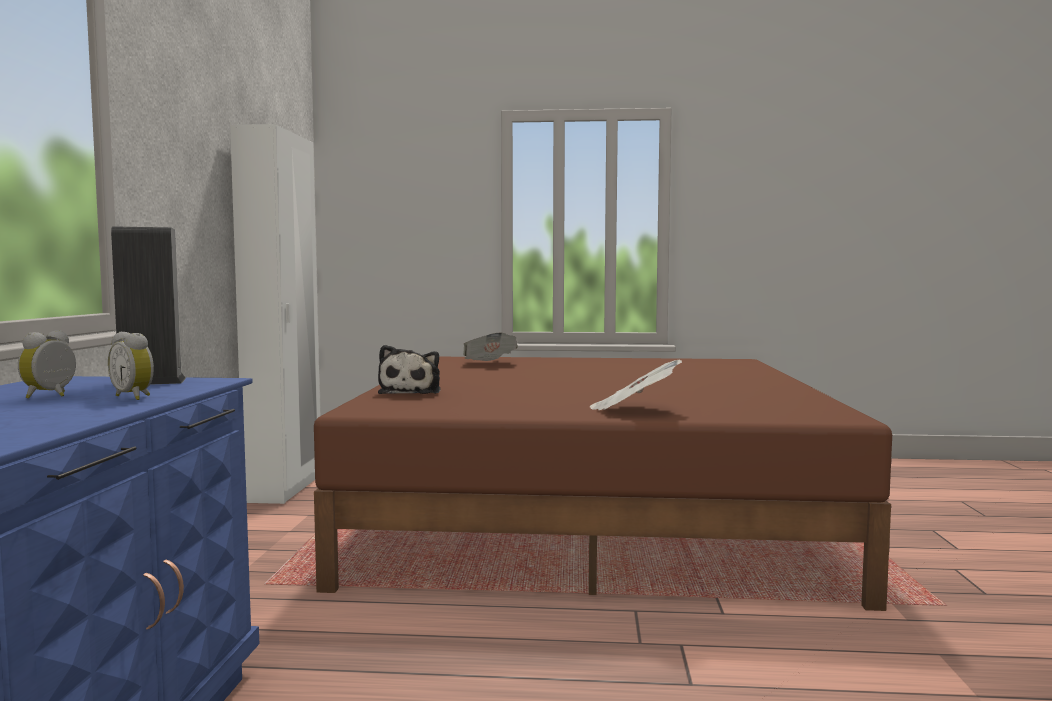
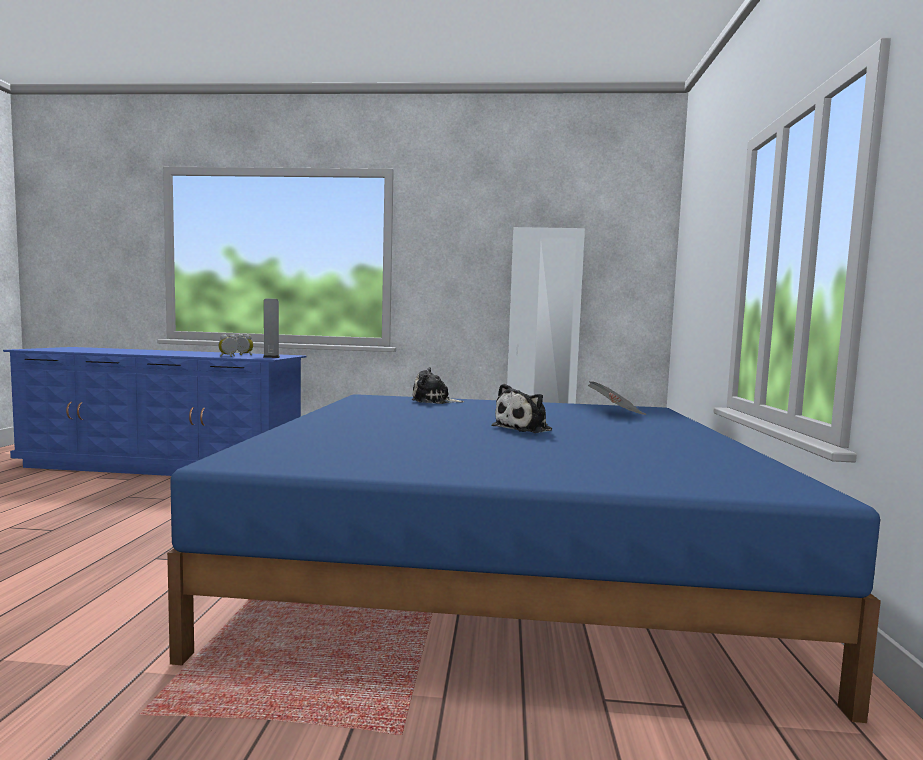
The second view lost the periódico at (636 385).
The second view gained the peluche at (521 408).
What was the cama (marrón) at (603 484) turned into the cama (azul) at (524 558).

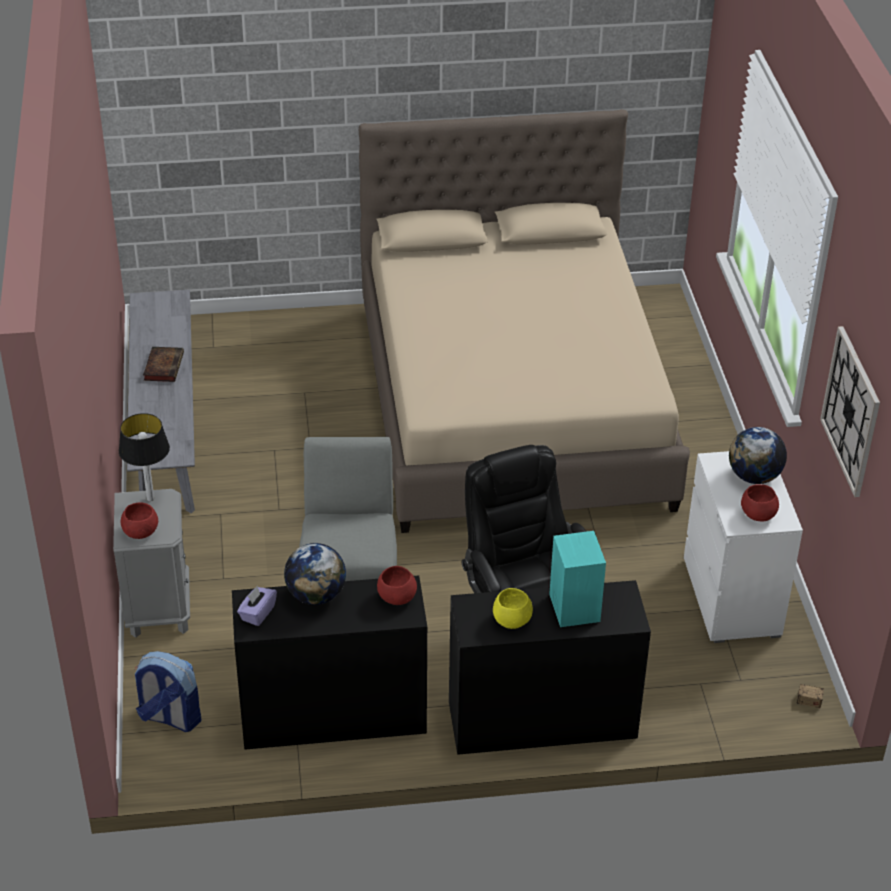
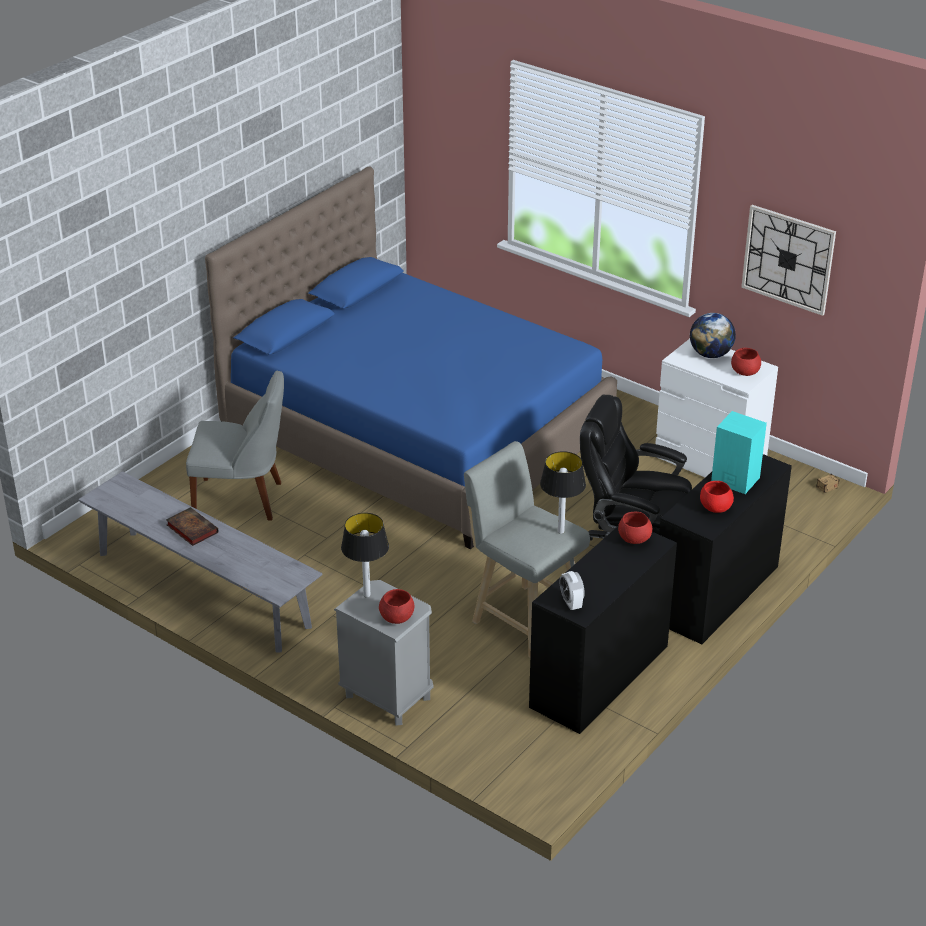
The second view lost the mochila at (168 691).
The second view lost the globo terráqueo at (315 574).
The second view gained the silla (gris) at (235 445).
The second view gained the lámpara de mesa at (563 492).
Where the caja de pañuelos (morado) stood at (257 605), the despertador came to stand at (572 590).
What was the cama (beis) at (524 321) turned into the cama (azul) at (411 358).
What was the cuenco (amarillo) at (513 608) turned into the cuenco (rojo) at (717 497).

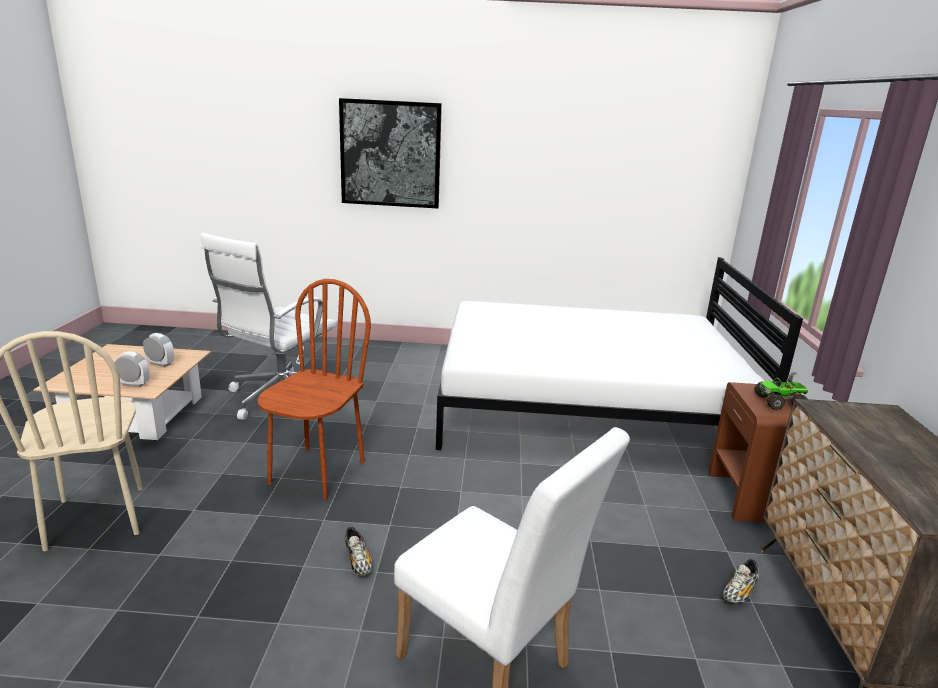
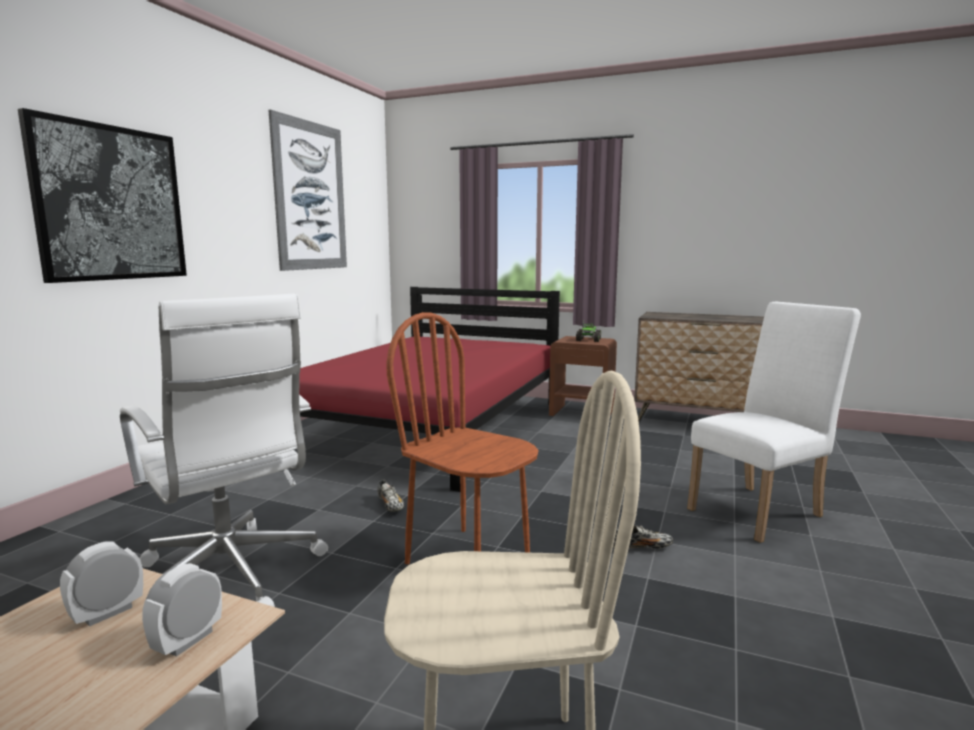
The second view gained the cuadro at (308 190).
The zapato ended up elsewhere, having gone from (741 581) to (391 495).
What was the cama (blanco) at (619 353) turned into the cama (rojo) at (429 389).

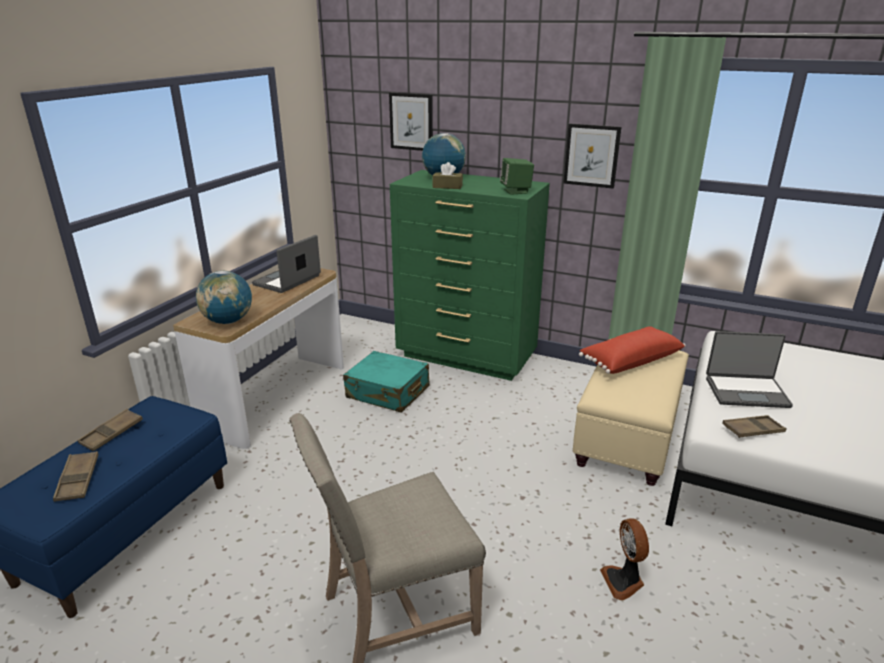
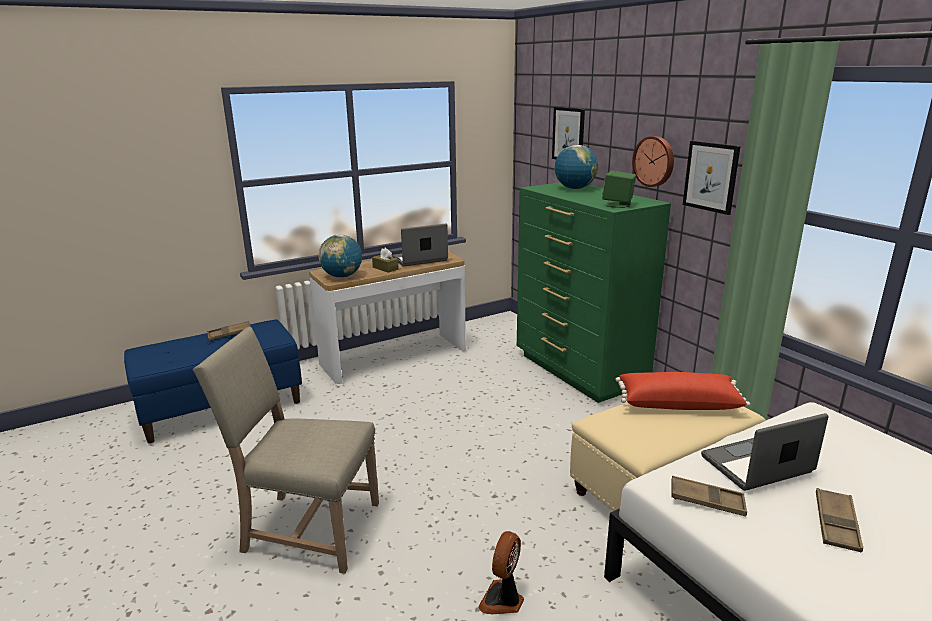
The second view lost the maleta (turquesa) at (386 382).
The second view gained the reloj de pared at (653 161).
The bandeja (marrón) ended up elsewhere, having gone from (76 476) to (839 520).
The caja de pañuelos (marrón) ended up elsewhere, having gone from (447 175) to (385 260).
The portátil at (749 369) ended up facing another way, 120 degrees clockwise from before.

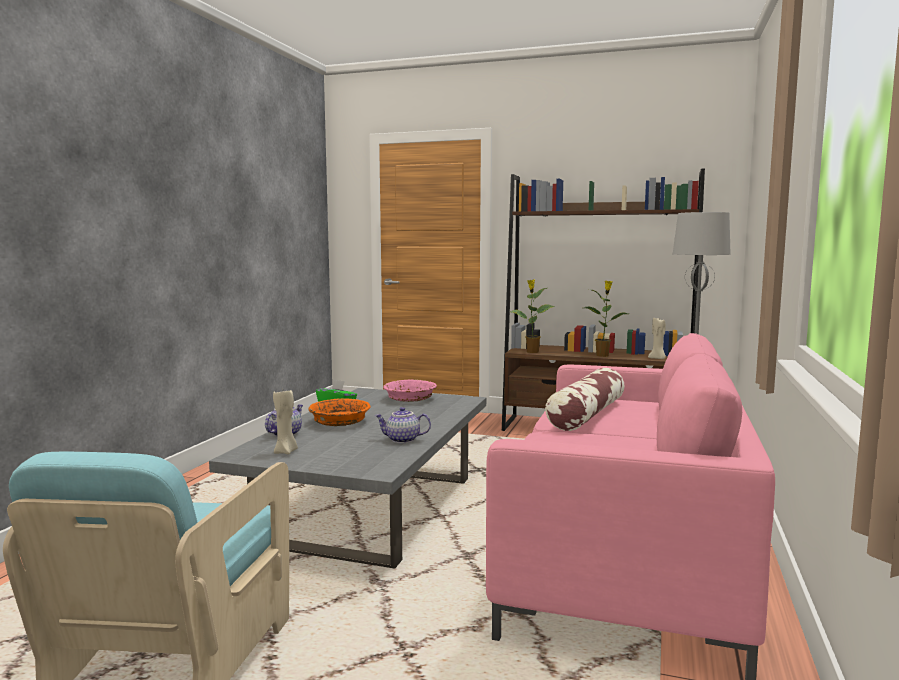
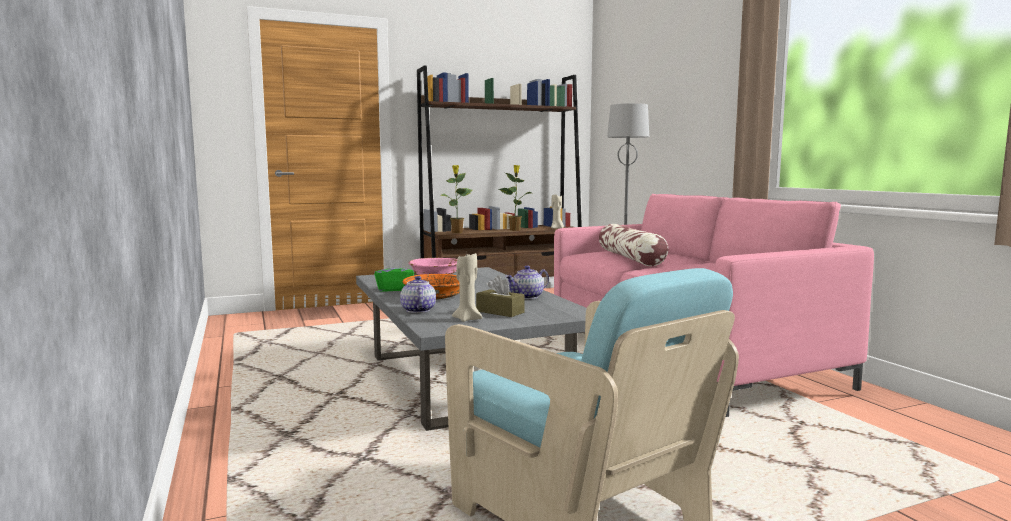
The second view gained the caja de pañuelos (marrón) at (500 296).

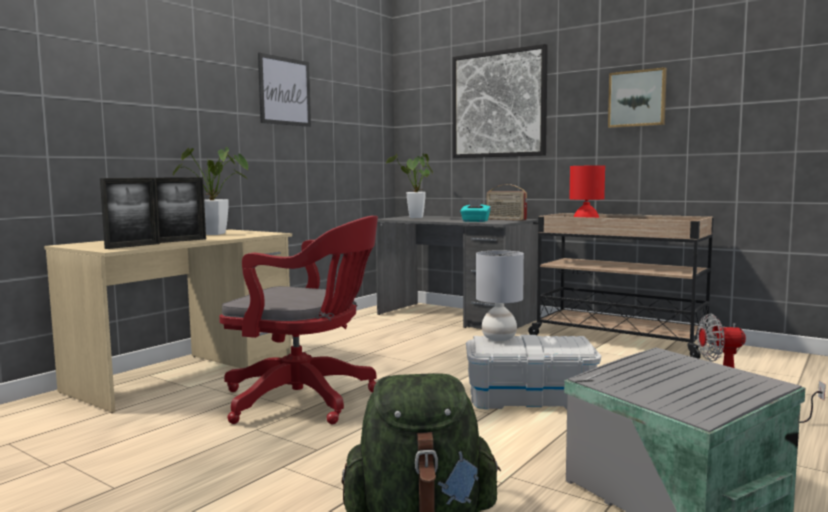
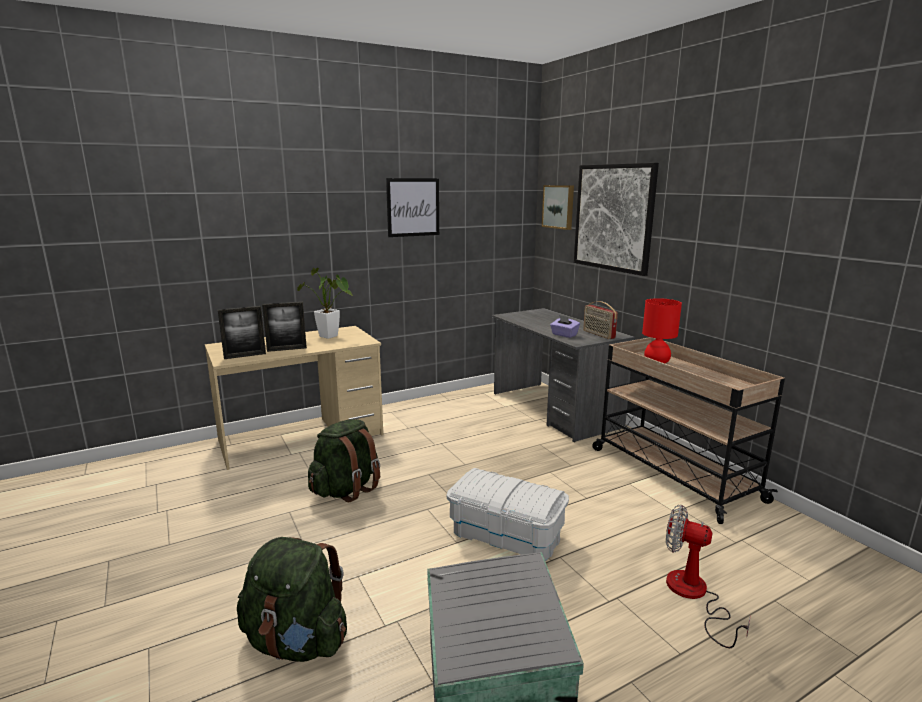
The second view lost the planta en maceta at (409 186).
The second view lost the lámpara de mesa (gris) at (500 295).
The cuadro ended up elsewhere, having gone from (637 97) to (558 207).
Where the silla de oficina (rojo) stood at (298 320), the mochila (verde) came to stand at (344 460).
What was the caja de pañuelos (turquesa) at (475 211) turned into the caja de pañuelos (morado) at (565 326).

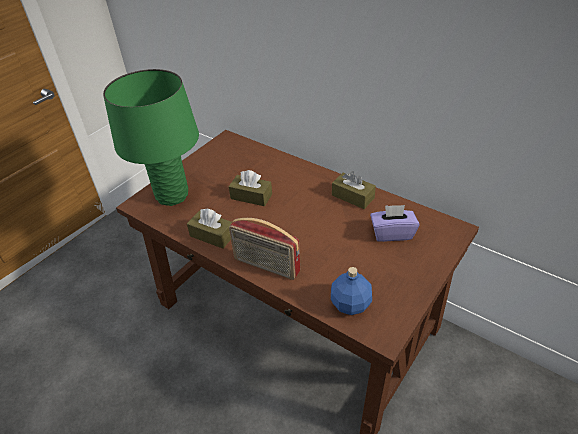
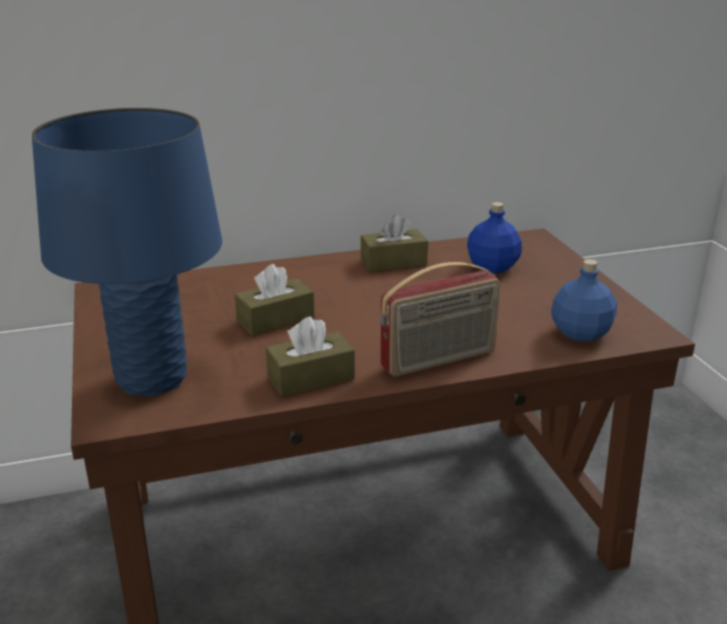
Where the caja de pañuelos (morado) stood at (394 223), the botella (azul) came to stand at (494 237).
What was the lámpara de mesa (verde) at (151 137) turned into the lámpara de mesa (azul) at (127 252).

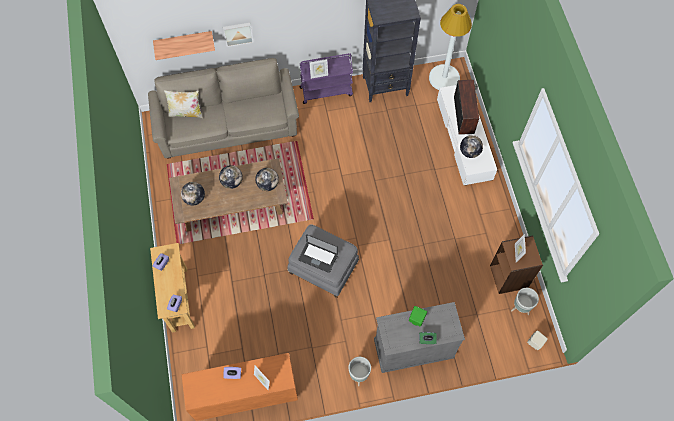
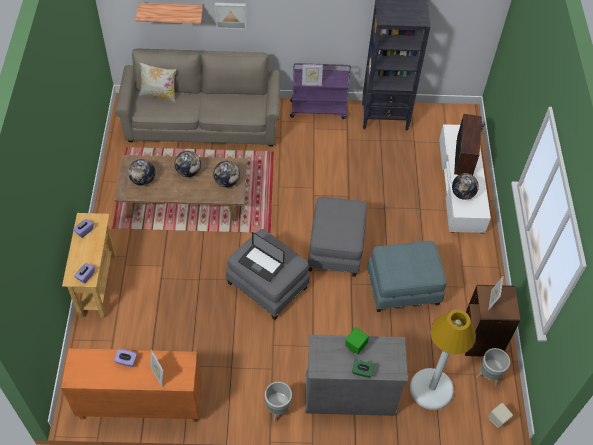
The second view gained the puf (gris) at (337 237).
The second view gained the puf (azul) at (406 276).
The lámpara de pie (blanco) ended up elsewhere, having gone from (450 47) to (443 359).

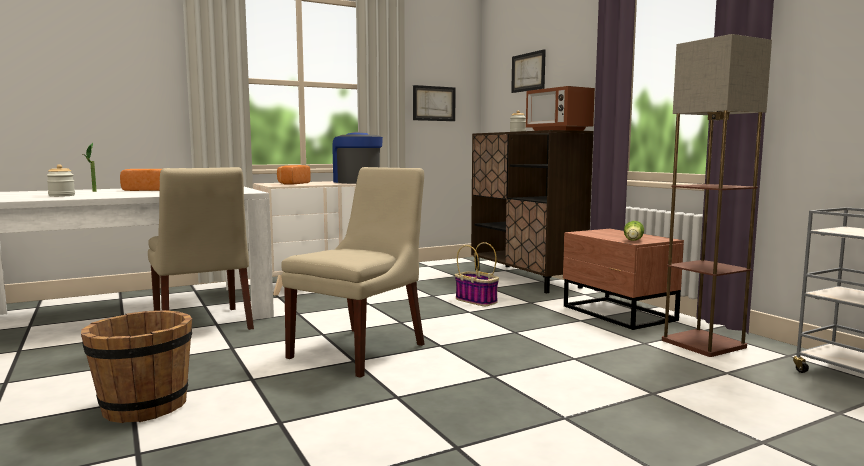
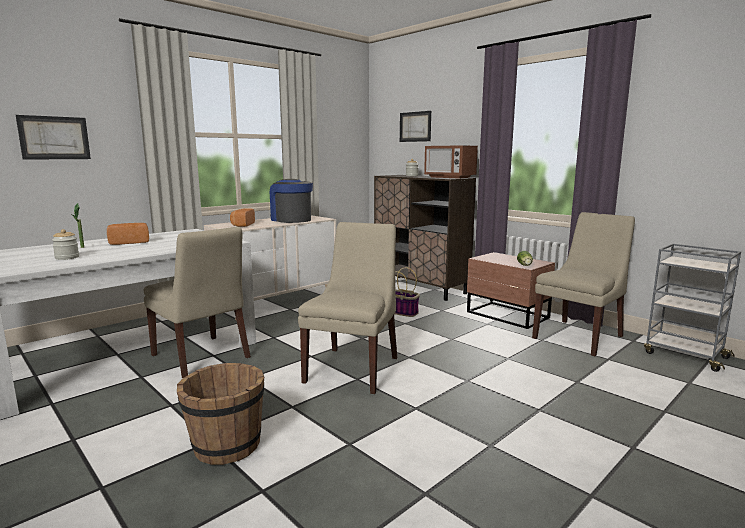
The cuadro ended up elsewhere, having gone from (434 103) to (53 137).
Where the lámpara de pie stood at (717 195), the silla (beis) came to stand at (583 284).

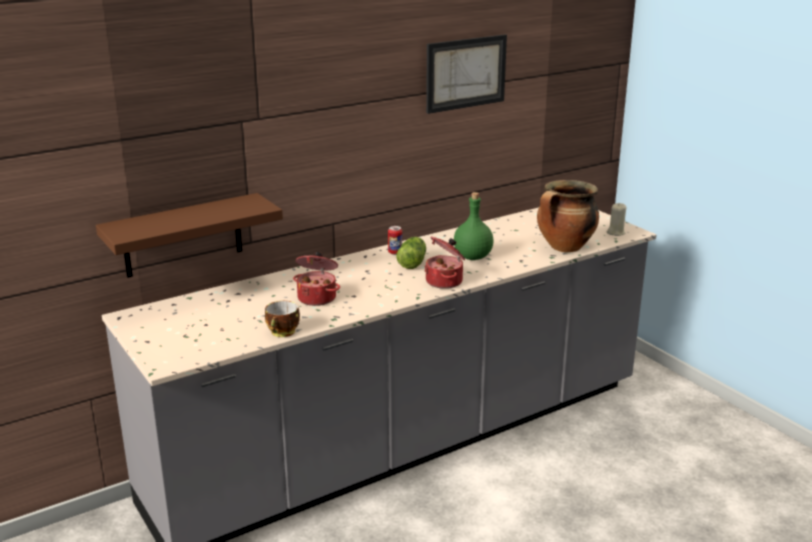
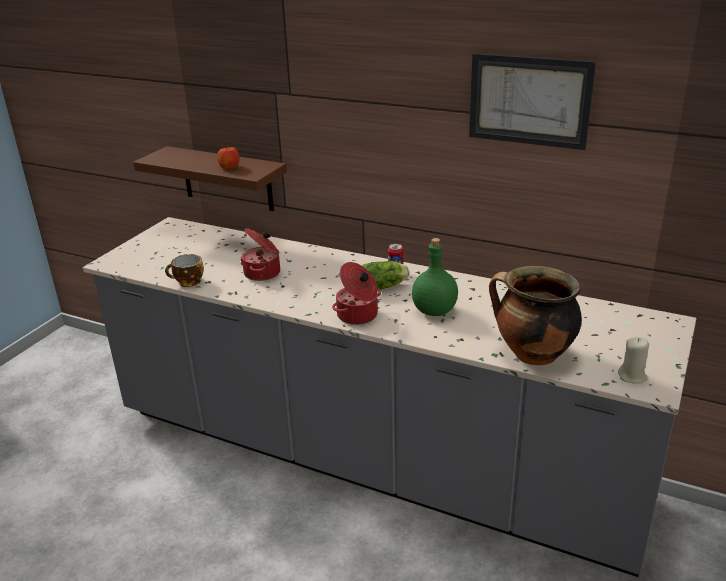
The second view gained the manzana at (228 157).

